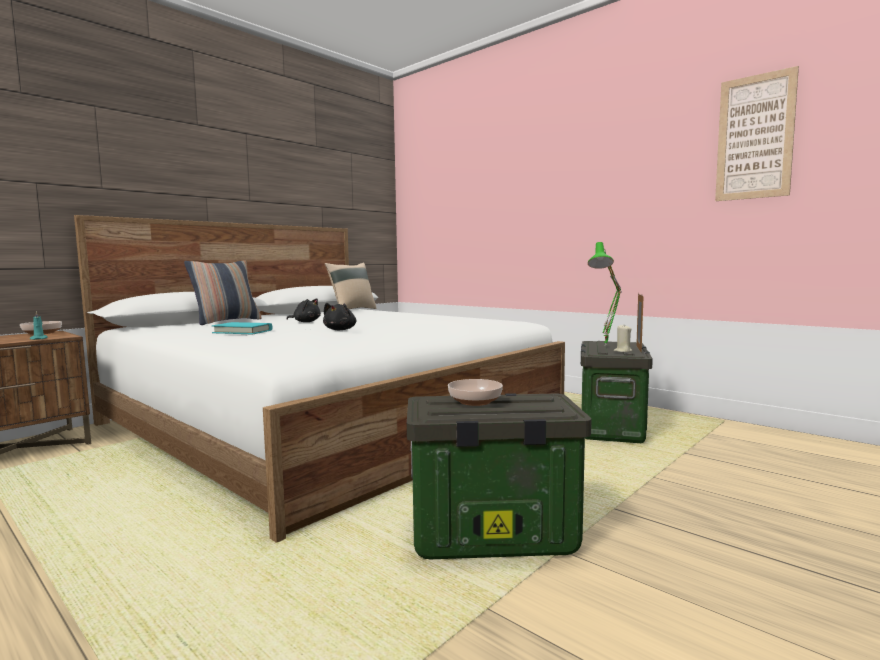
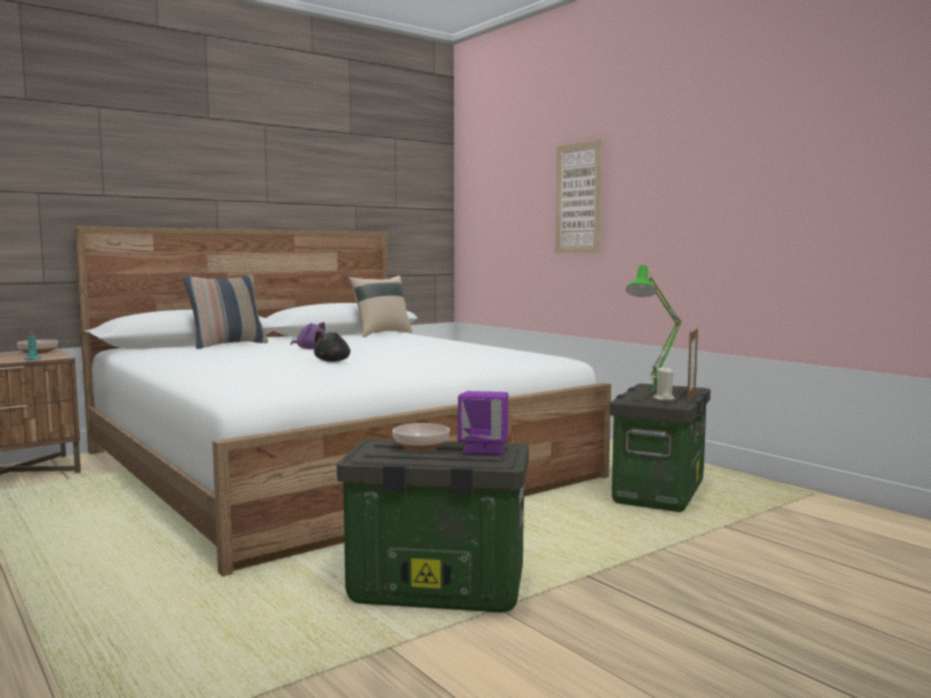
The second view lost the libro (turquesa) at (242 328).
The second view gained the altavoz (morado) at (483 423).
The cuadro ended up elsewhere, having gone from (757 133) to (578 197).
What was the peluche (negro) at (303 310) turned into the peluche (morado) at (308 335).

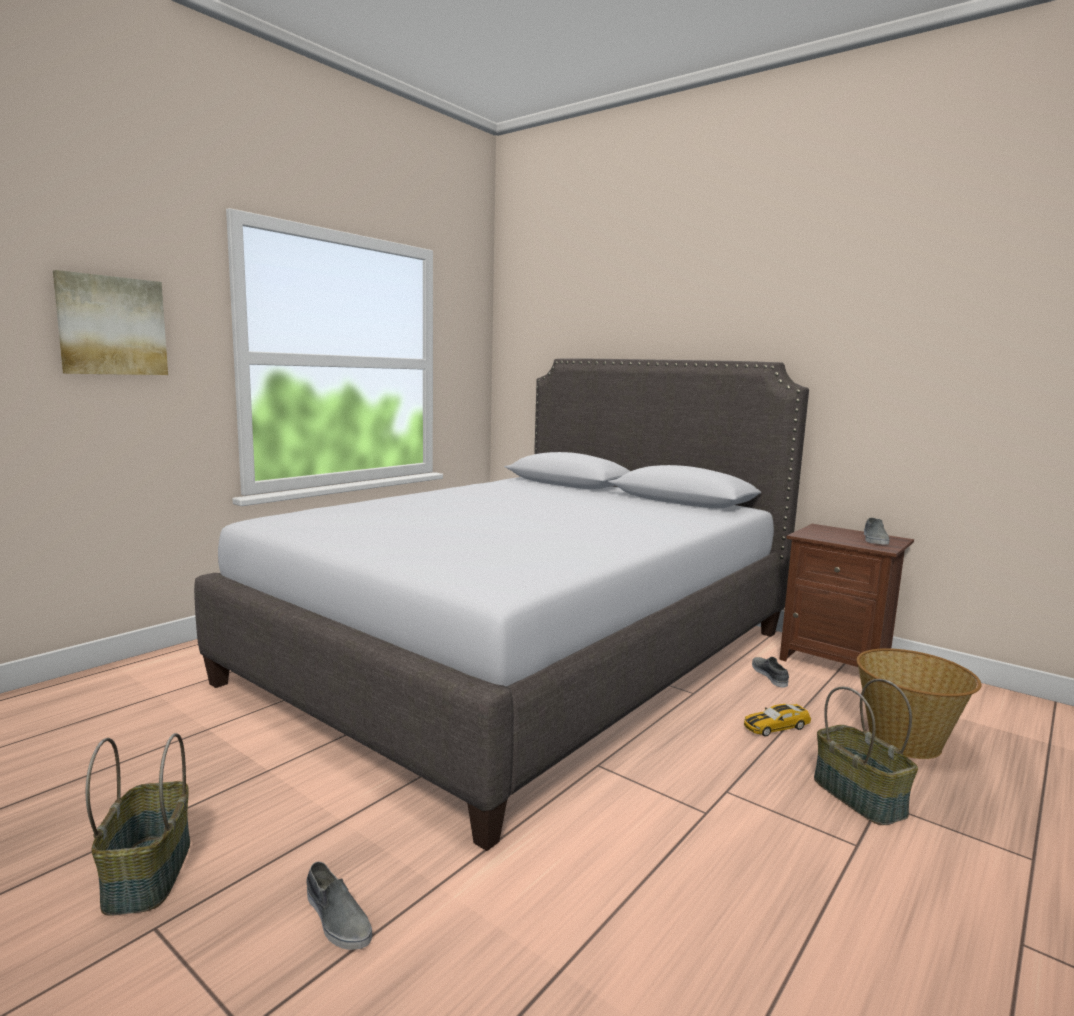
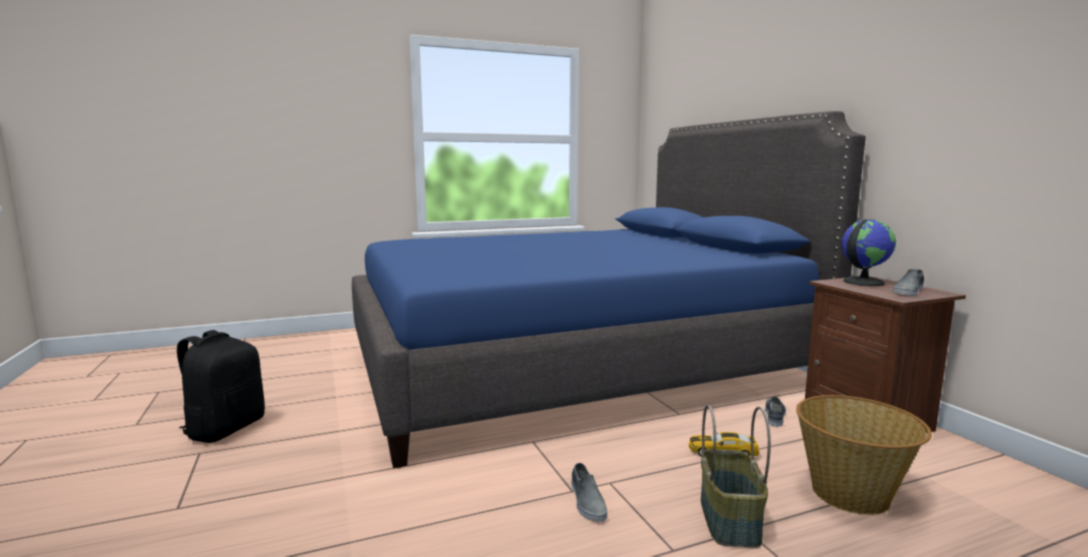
The second view lost the cuadro at (110 322).
The second view gained the globo terráqueo at (869 252).
The zapato (gris) ended up elsewhere, having gone from (339 905) to (589 492).
Where the cesta stood at (138 824), the mochila (negro) came to stand at (221 386).
What was the cama (gris) at (501 605) turned into the cama (azul) at (609 289).

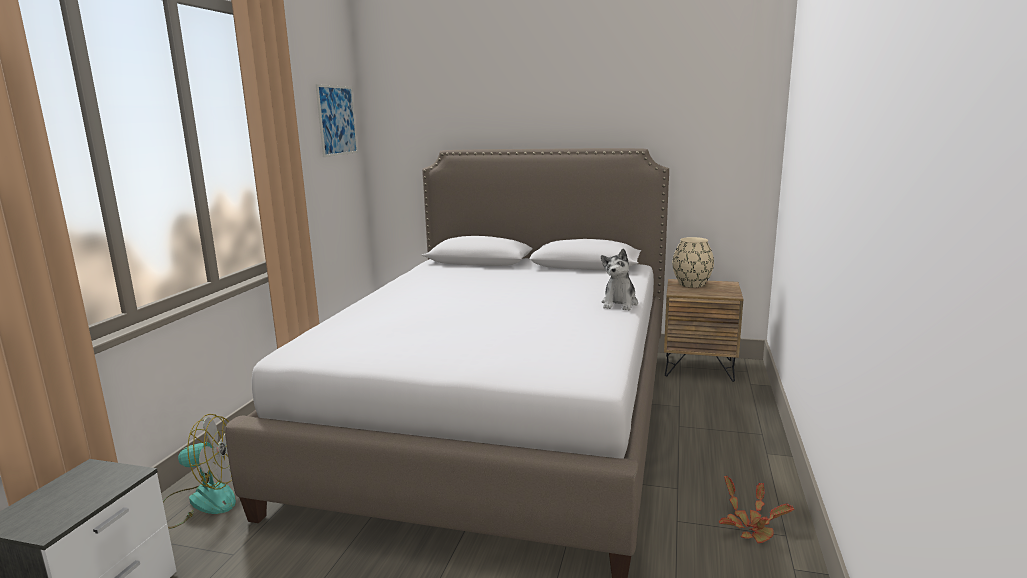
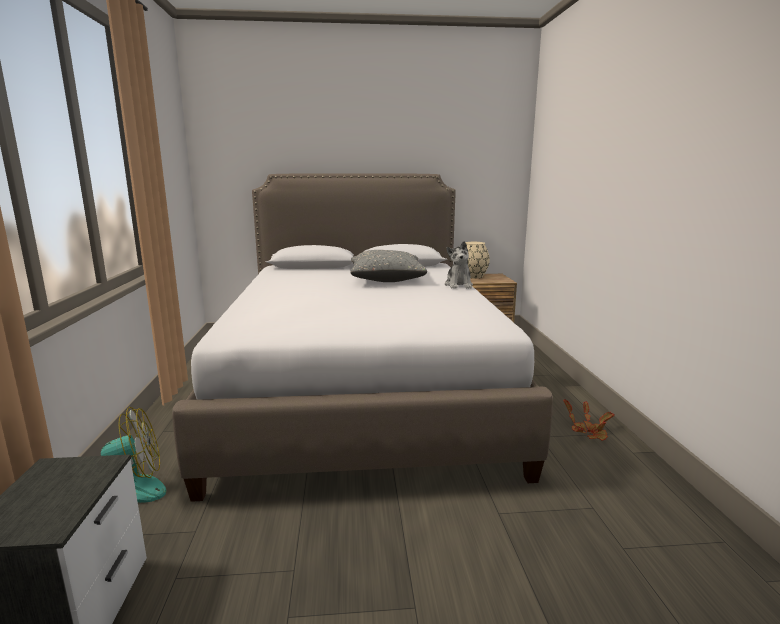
The second view lost the cuadro at (336 120).
The second view gained the cojín (gris) at (388 266).

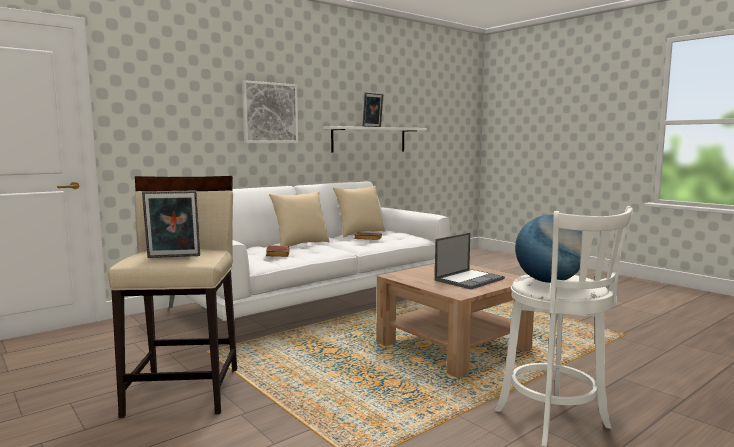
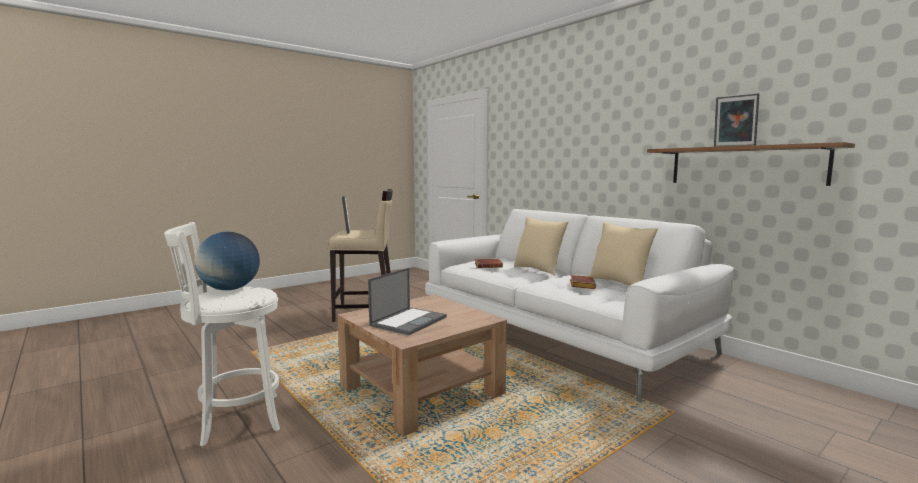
The second view lost the cuadro at (270 111).
What was the estante (blanco) at (375 139) turned into the estante (marrón) at (751 164).
The portátil at (470 261) ended up facing another way, 105 degrees counterclockwise from before.

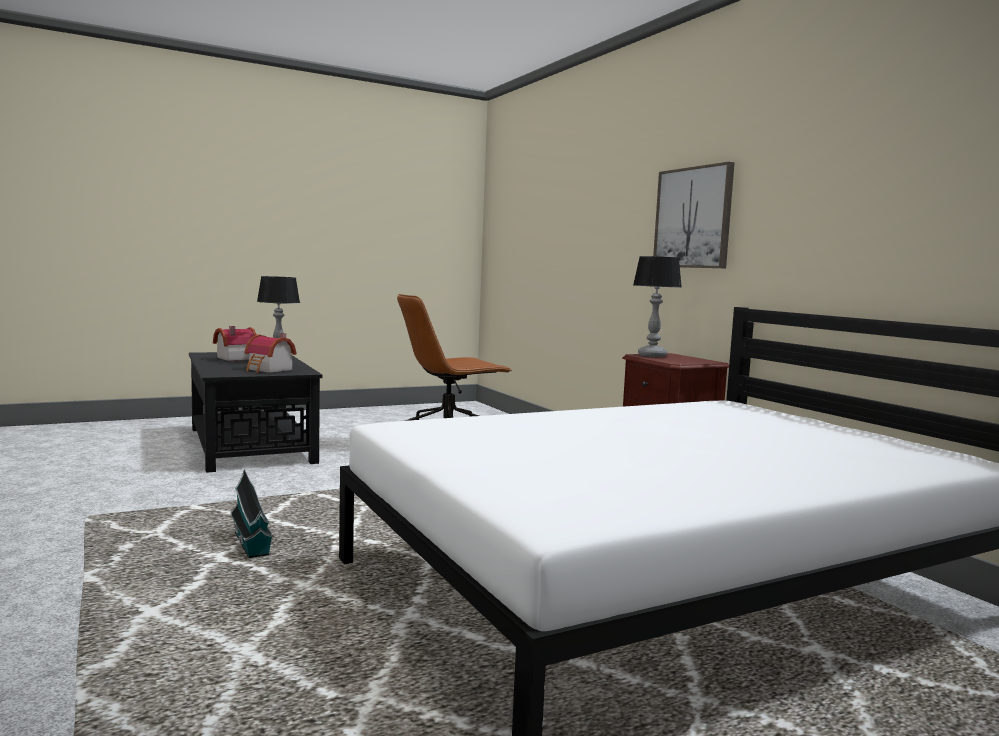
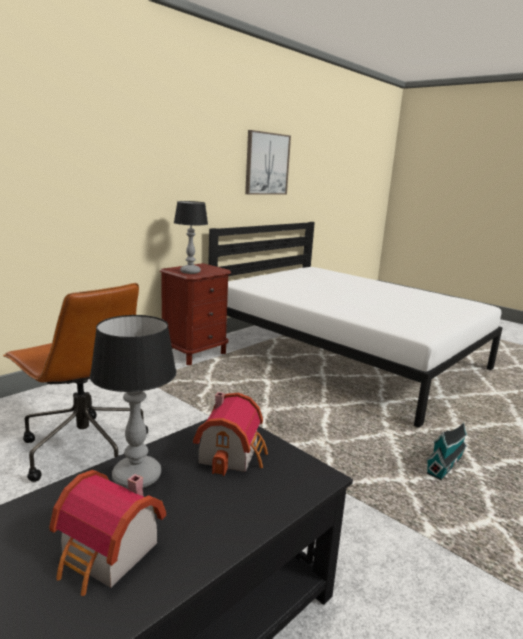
The cuadro ended up elsewhere, having gone from (694 215) to (268 162).

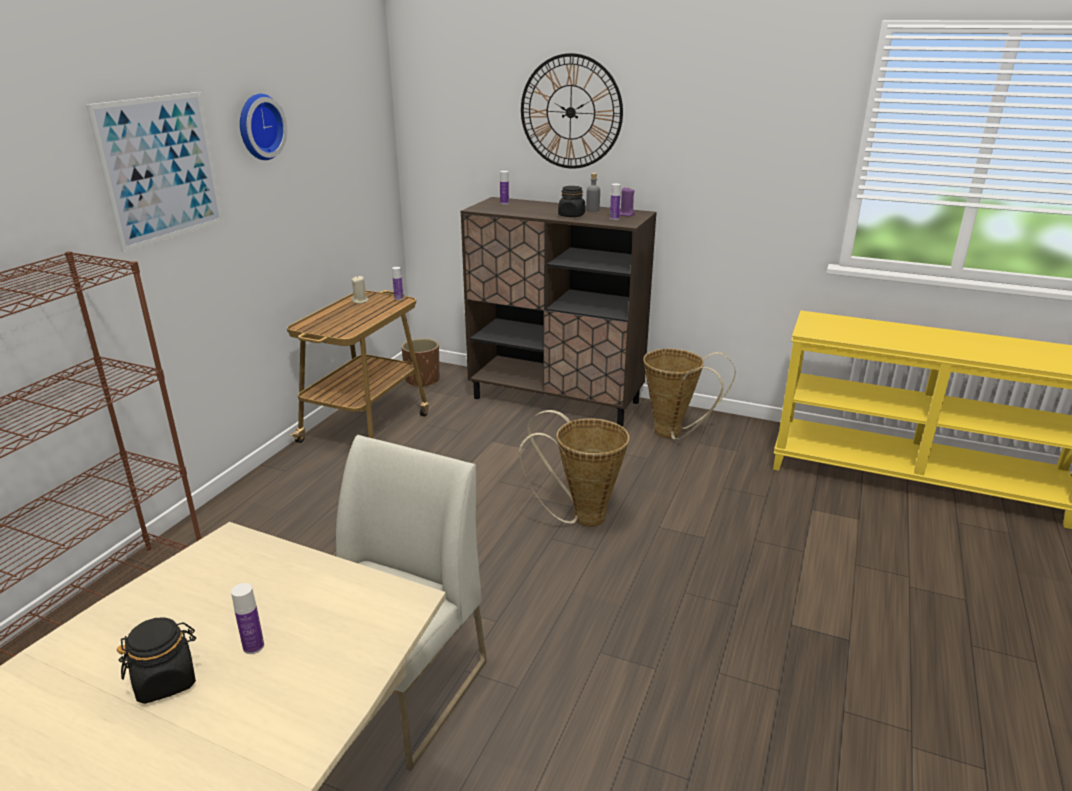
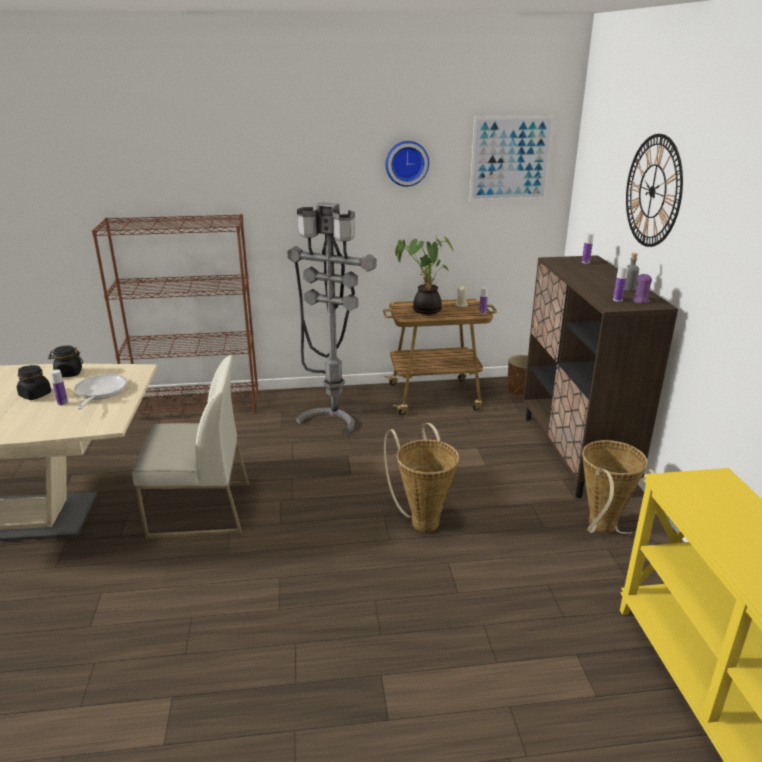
The second view gained the sartén at (100 392).
The second view gained the lámpara de pie (gris) at (332 317).
The second view gained the planta en maceta at (424 275).
The cuadro ended up elsewhere, having gone from (154 172) to (512 158).
The tarro (negro) ended up elsewhere, having gone from (571 201) to (65 361).

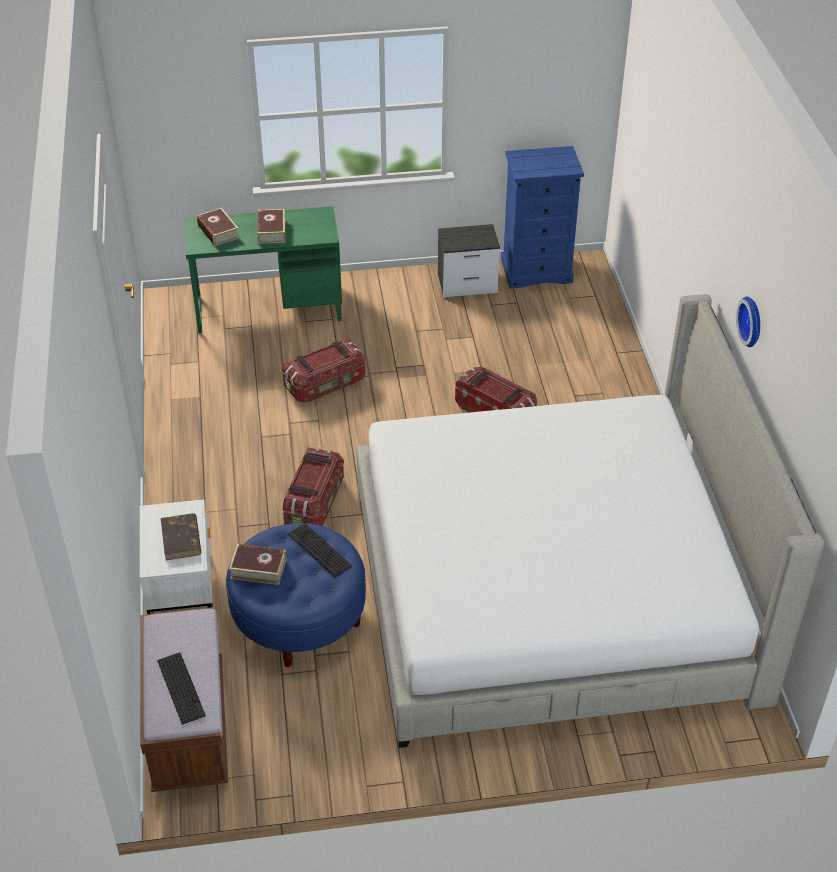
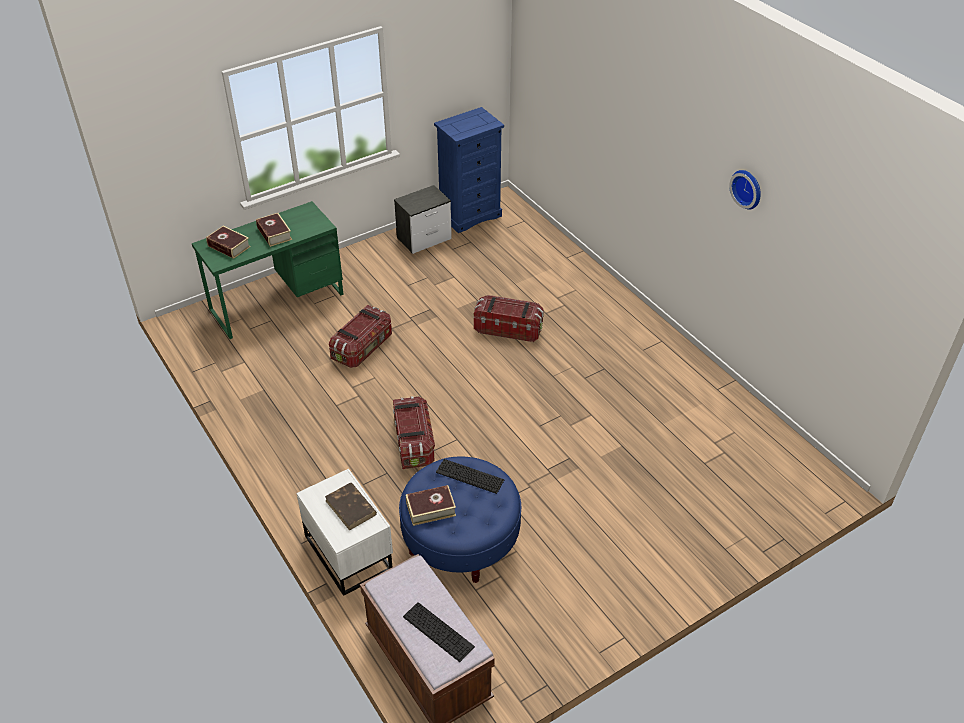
The second view lost the cama at (590 521).

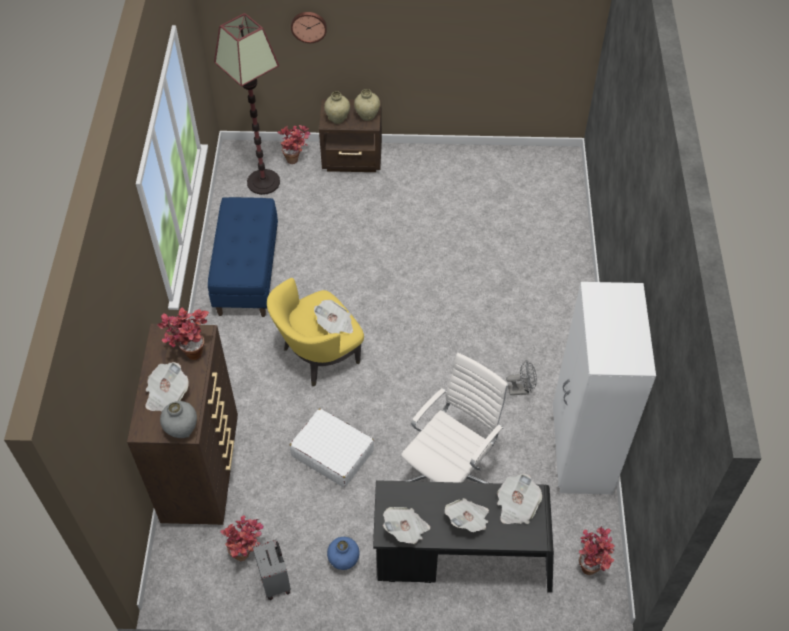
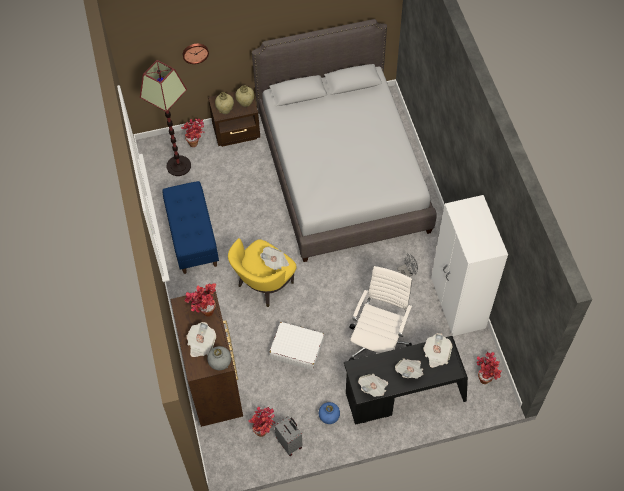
The second view gained the cama (gris) at (344 140).

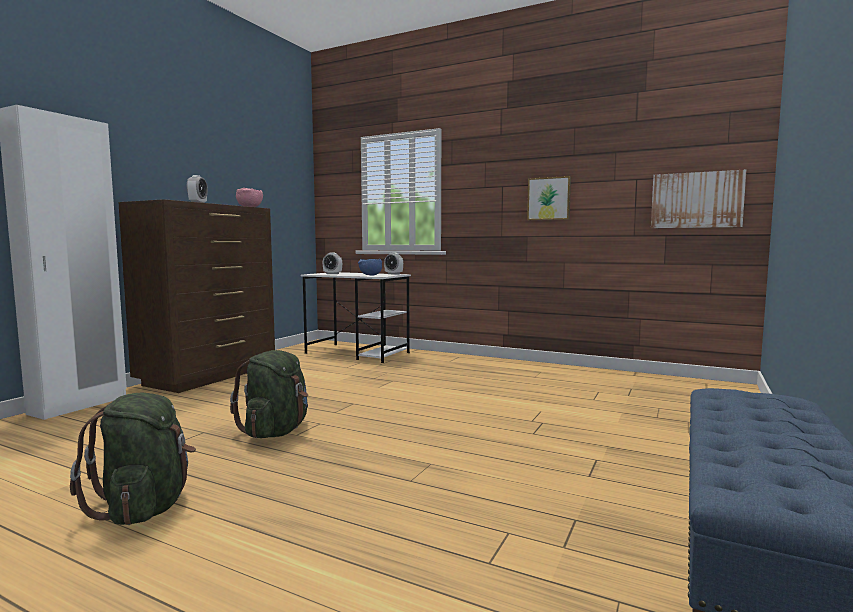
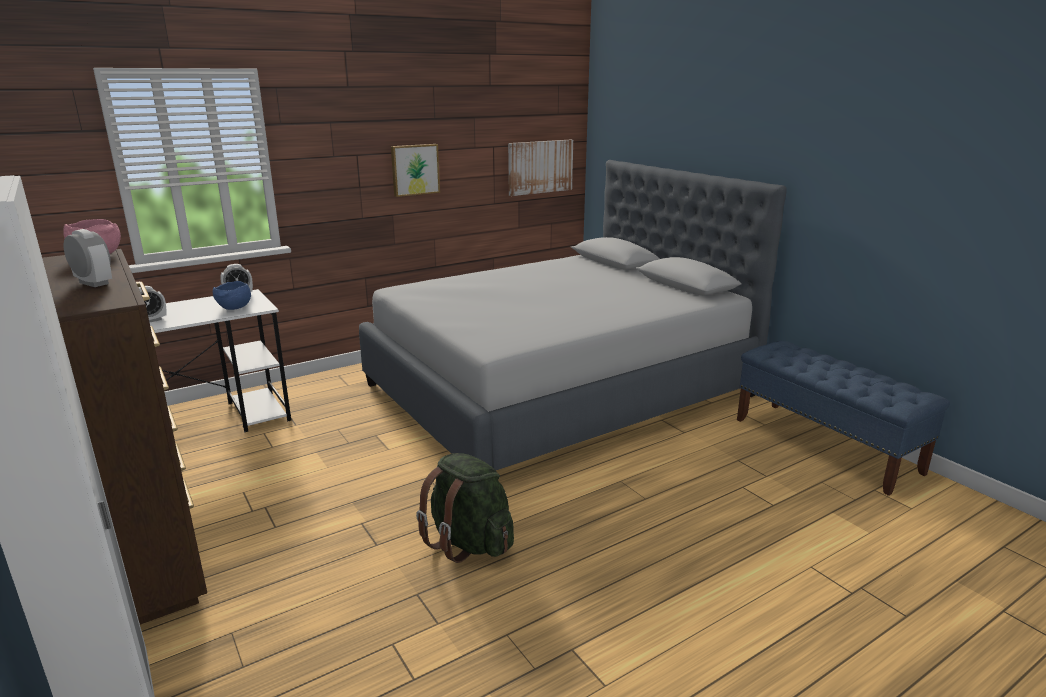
The second view lost the mochila (verde) at (133 459).
The second view gained the cama (gris) at (573 315).

